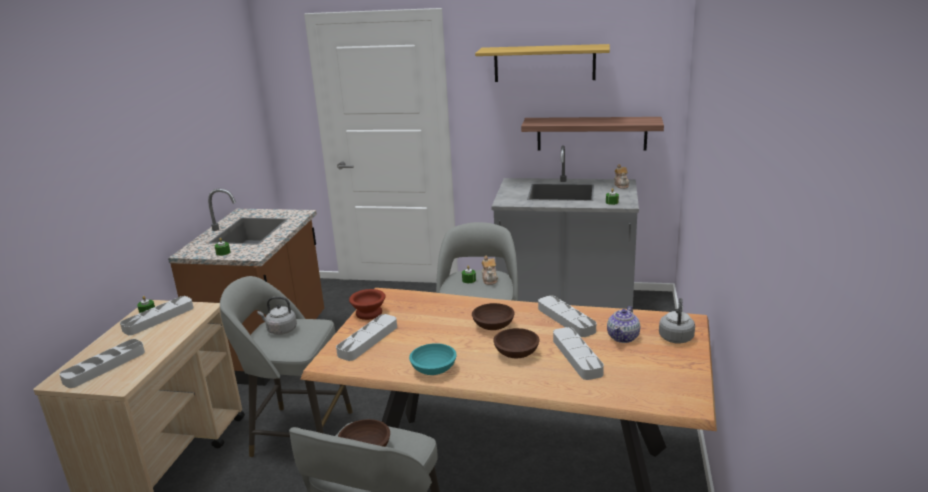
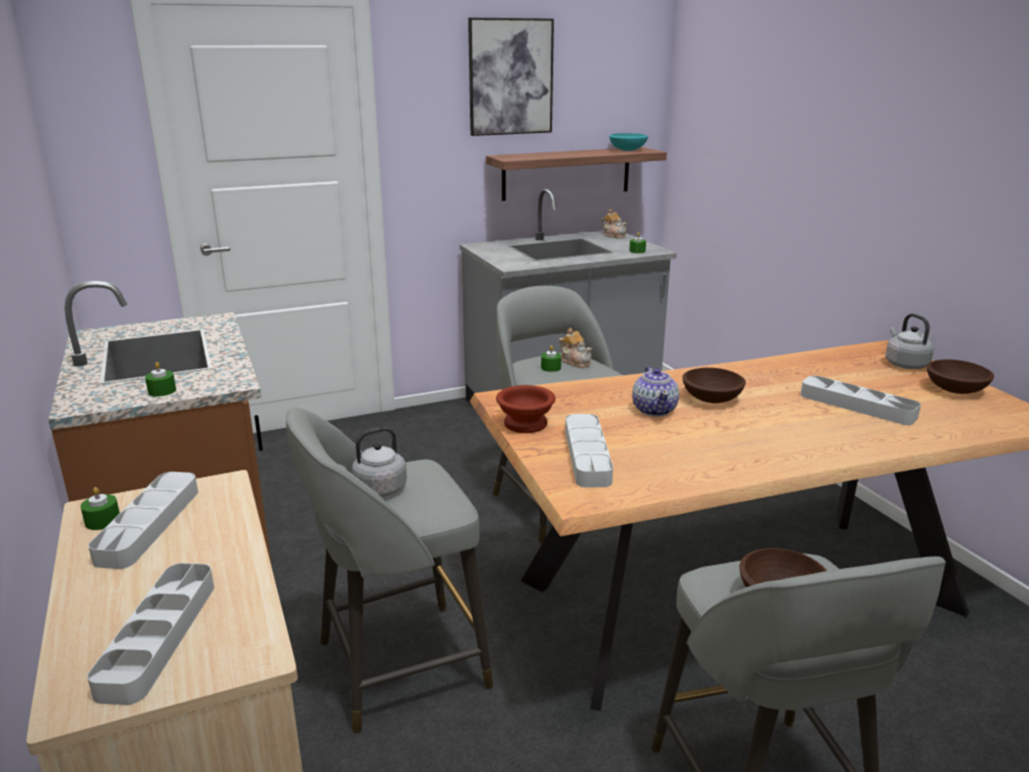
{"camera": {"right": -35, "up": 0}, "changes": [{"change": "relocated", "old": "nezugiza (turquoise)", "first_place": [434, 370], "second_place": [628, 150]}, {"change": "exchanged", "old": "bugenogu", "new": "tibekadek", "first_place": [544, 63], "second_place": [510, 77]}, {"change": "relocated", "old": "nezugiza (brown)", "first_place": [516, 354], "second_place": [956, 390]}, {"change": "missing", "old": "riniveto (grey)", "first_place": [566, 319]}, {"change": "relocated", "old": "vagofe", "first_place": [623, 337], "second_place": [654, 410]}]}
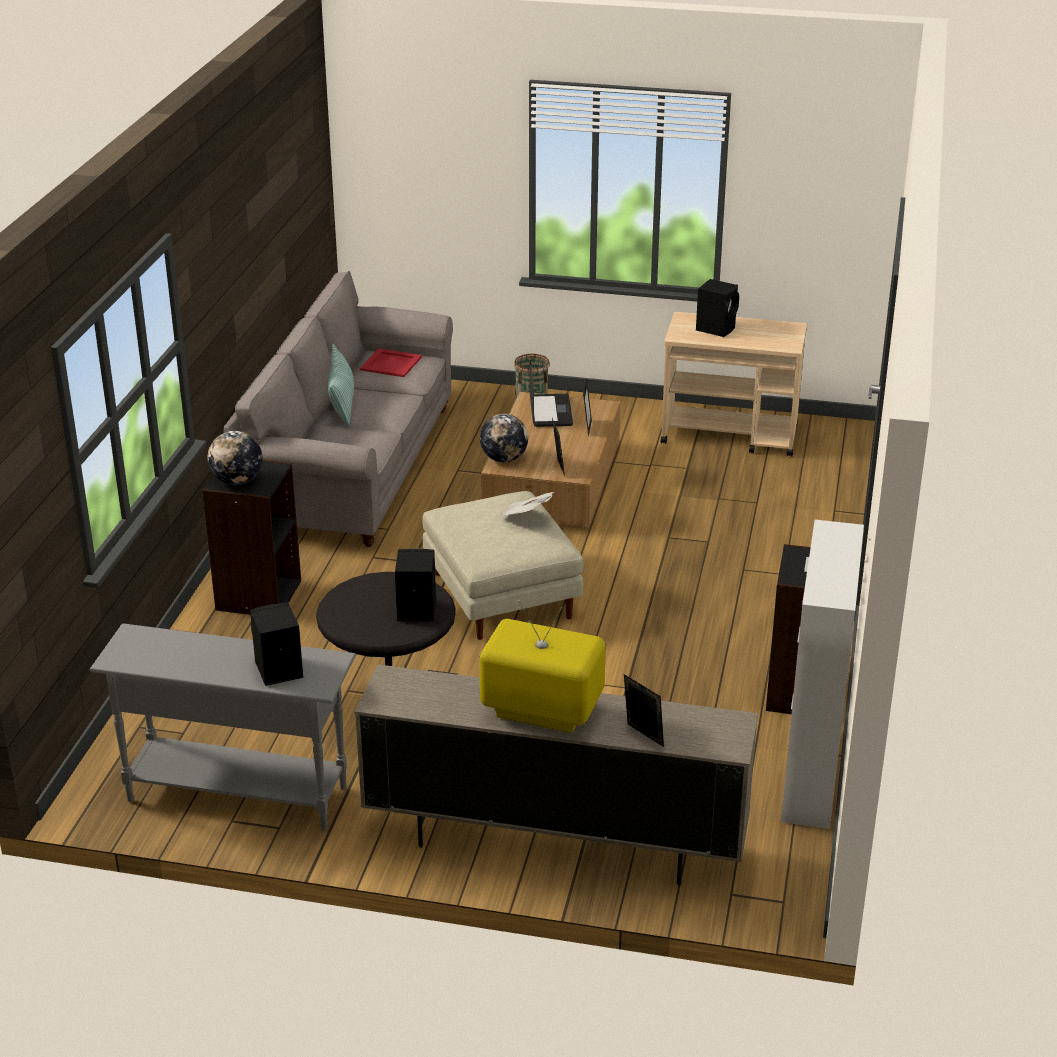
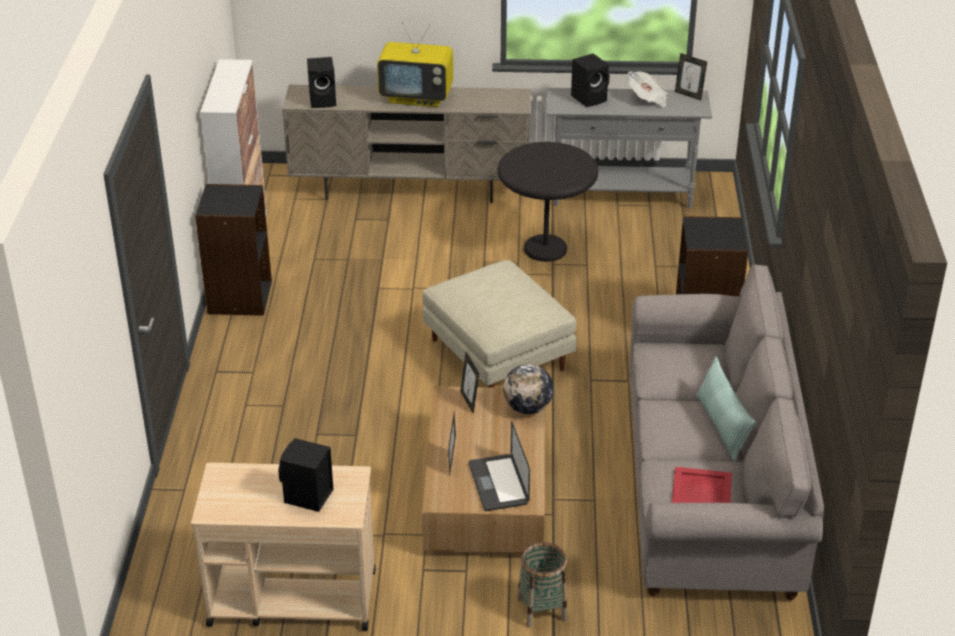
{"camera": {"right": 170, "up": 5}, "changes": [{"change": "missing", "old": "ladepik", "first_place": [237, 481]}, {"change": "relocated", "old": "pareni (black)", "first_place": [414, 610], "second_place": [324, 100]}, {"change": "relocated", "old": "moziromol", "first_place": [526, 517], "second_place": [647, 99]}, {"change": "relocated", "old": "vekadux", "first_place": [642, 737], "second_place": [689, 95]}]}
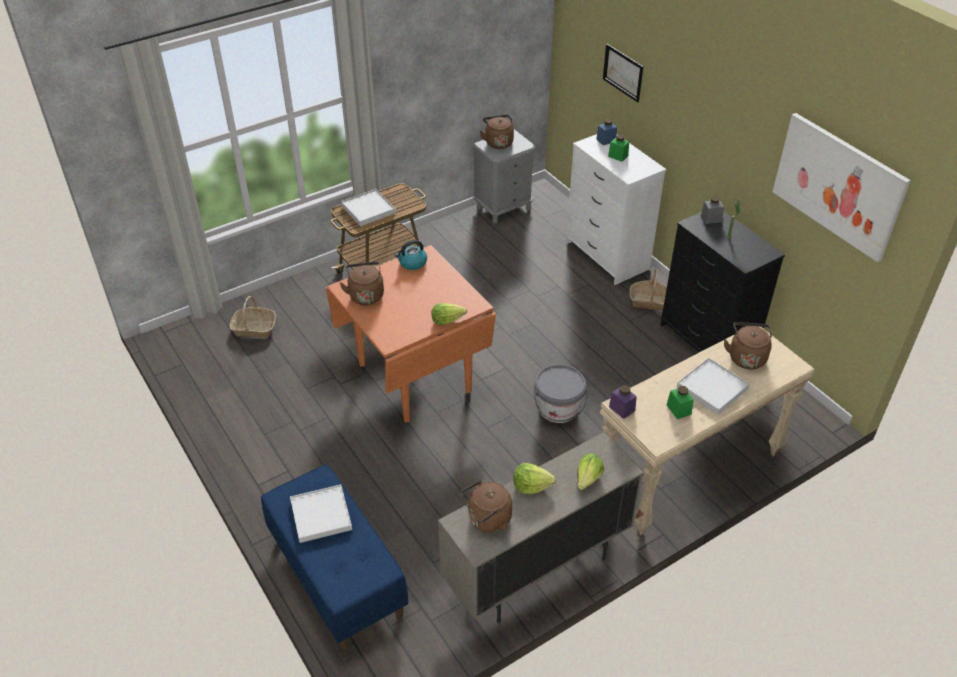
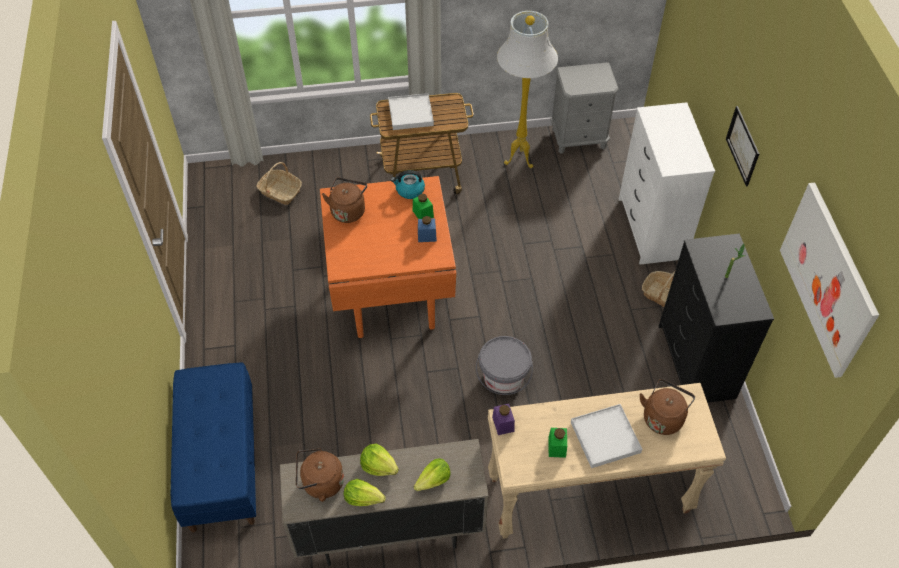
{"camera": {"right": 25, "up": 10}, "changes": [{"change": "missing", "old": "riniveto (white)", "first_place": [321, 515]}, {"change": "relocated", "old": "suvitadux", "first_place": [447, 319], "second_place": [363, 497]}, {"change": "missing", "old": "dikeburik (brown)", "first_place": [498, 142]}, {"change": "relocated", "old": "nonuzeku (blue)", "first_place": [606, 140], "second_place": [427, 236]}, {"change": "relocated", "old": "tibekadek", "first_place": [623, 72], "second_place": [742, 146]}, {"change": "relocated", "old": "nonuzeku (green)", "first_place": [618, 156], "second_place": [423, 214]}, {"change": "missing", "old": "nonuzeku (grey)", "first_place": [711, 218]}, {"change": "appeared", "new": "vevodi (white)", "second_place": [518, 160]}]}
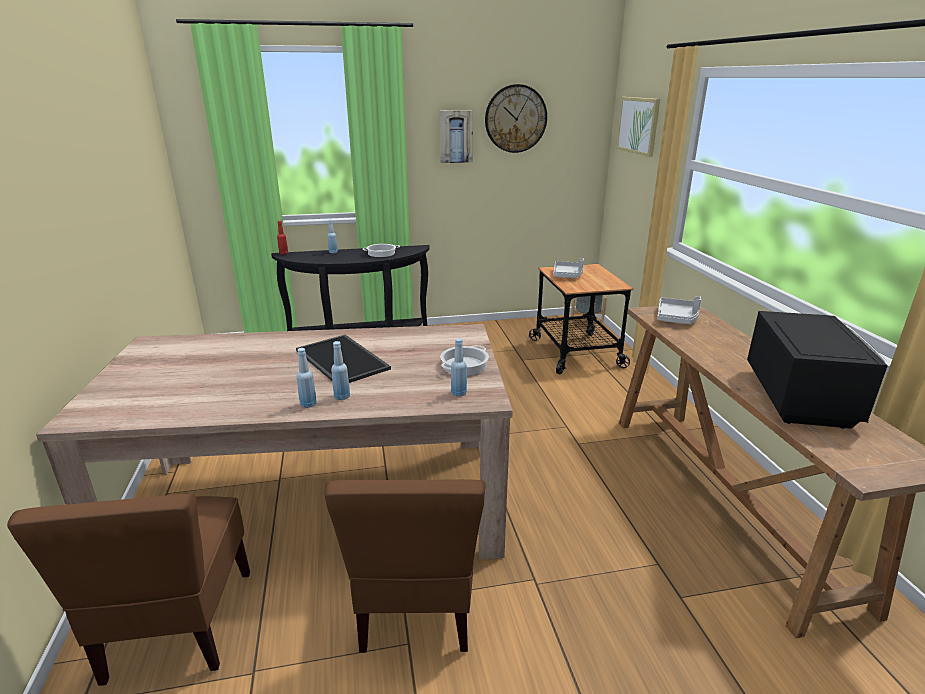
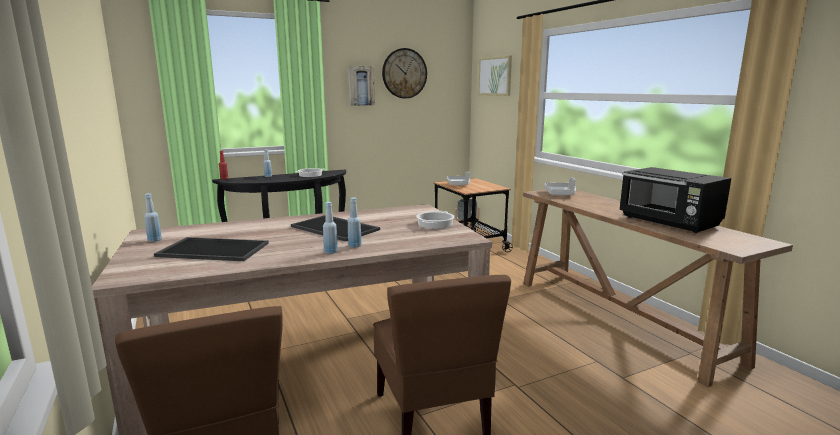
{"camera": {"right": -15, "up": -10}, "changes": [{"change": "relocated", "old": "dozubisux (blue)", "first_place": [458, 393], "second_place": [154, 240]}, {"change": "spun", "old": "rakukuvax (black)", "first_place": [799, 398], "second_place": [669, 222], "degrees": 150}, {"change": "appeared", "new": "riniveto", "second_place": [212, 250]}]}
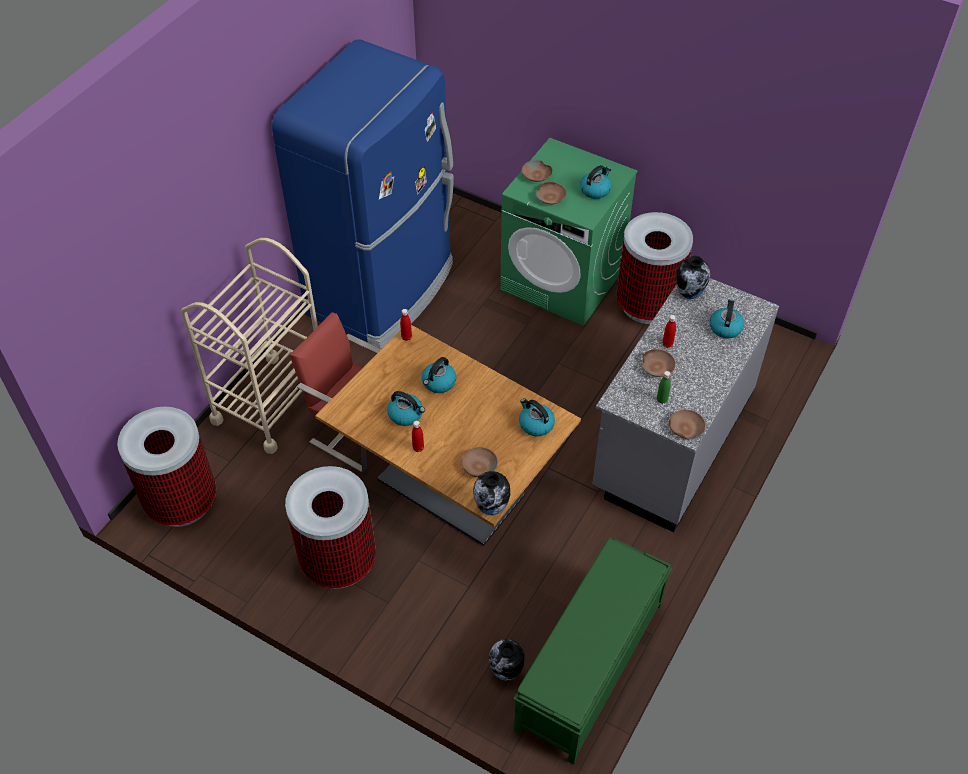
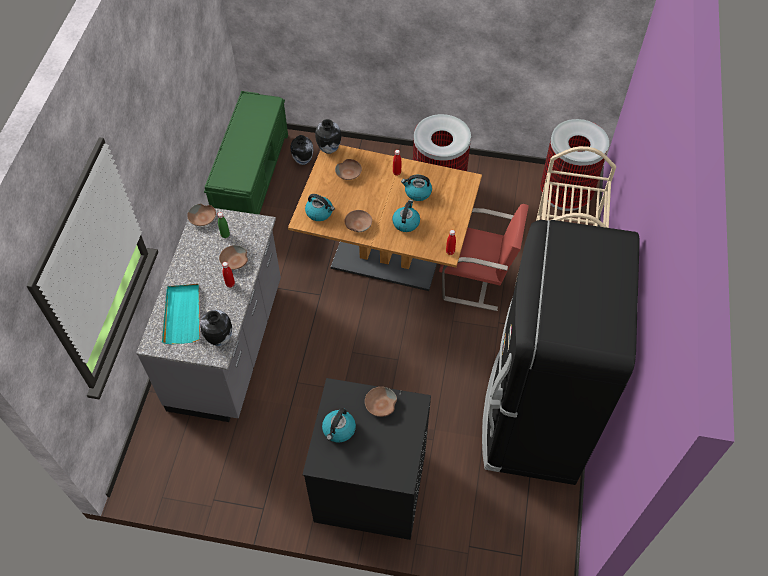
{"camera": {"right": 160, "up": 5}, "changes": [{"change": "colour", "old": "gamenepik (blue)", "new": "gamenepik (black)", "first_place": [383, 290], "second_place": [532, 417]}, {"change": "colour", "old": "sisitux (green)", "new": "sisitux (black)", "first_place": [563, 280], "second_place": [369, 487]}, {"change": "relocated", "old": "nezugiza (brown)", "first_place": [537, 176], "second_place": [358, 224]}, {"change": "missing", "old": "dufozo", "first_place": [647, 304]}, {"change": "exchanged", "old": "dikeburik", "new": "riniveto (turquoise)", "first_place": [725, 327], "second_place": [183, 315]}]}
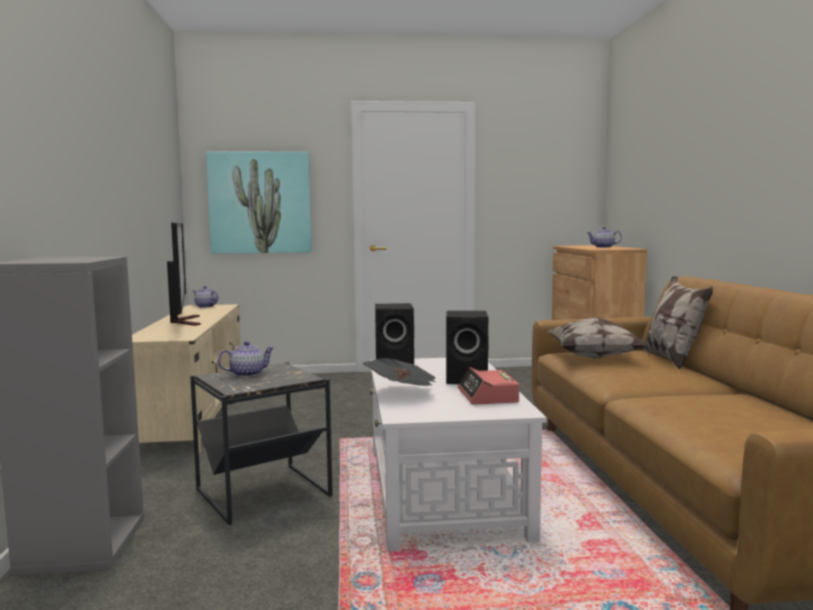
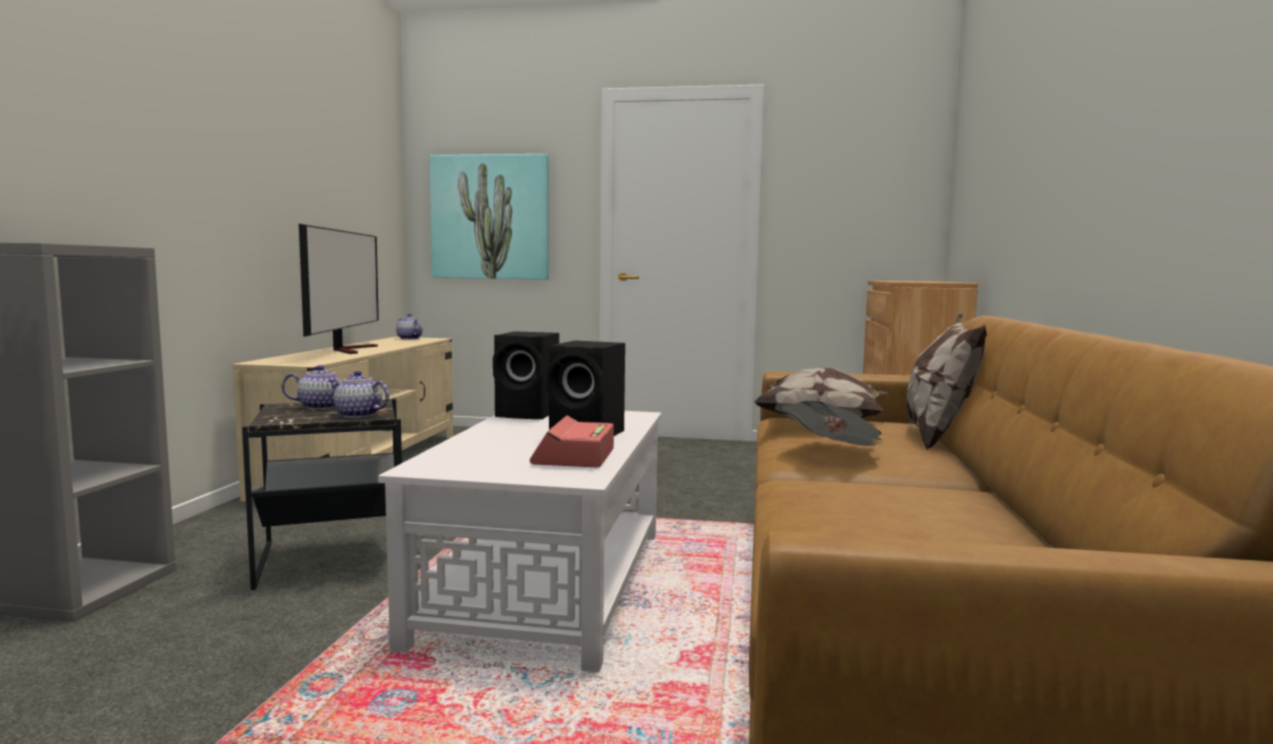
{"camera": {"right": 15, "up": 0}, "changes": [{"change": "relocated", "old": "moziromol", "first_place": [403, 393], "second_place": [834, 452]}, {"change": "relocated", "old": "vagofe", "first_place": [603, 247], "second_place": [357, 415]}]}
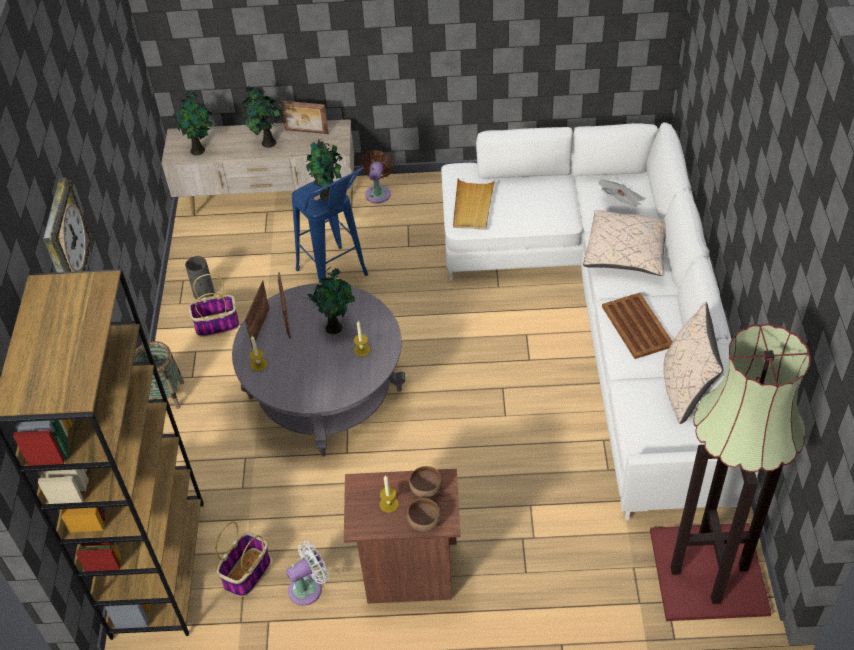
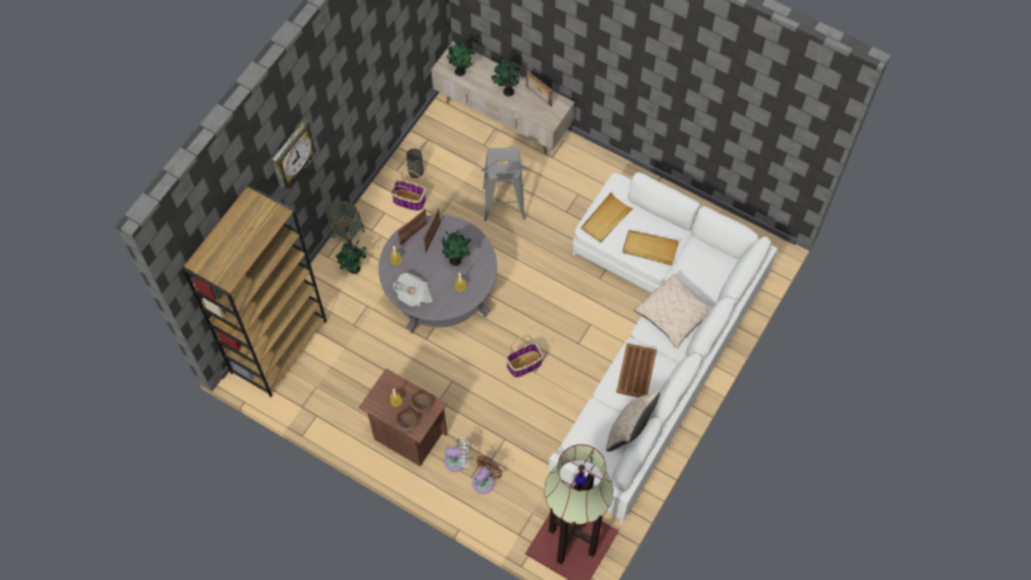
{"camera": {"right": 30, "up": 15}, "changes": [{"change": "relocated", "old": "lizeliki", "first_place": [247, 573], "second_place": [524, 365]}, {"change": "relocated", "old": "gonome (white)", "first_place": [308, 587], "second_place": [458, 461]}, {"change": "colour", "old": "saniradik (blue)", "new": "saniradik (grey)", "first_place": [338, 279], "second_place": [504, 210]}, {"change": "relocated", "old": "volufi", "first_place": [328, 196], "second_place": [354, 270]}, {"change": "relocated", "old": "gonome (brown)", "first_place": [378, 192], "second_place": [485, 481]}, {"change": "relocated", "old": "moziromol", "first_place": [621, 202], "second_place": [414, 295]}, {"change": "appeared", "new": "riniveto (beige)", "second_place": [649, 248]}]}
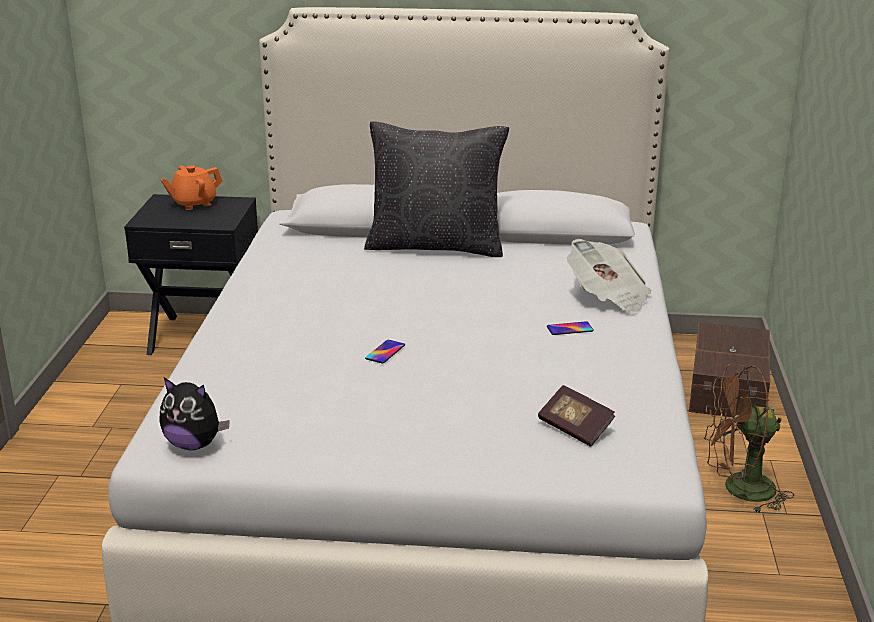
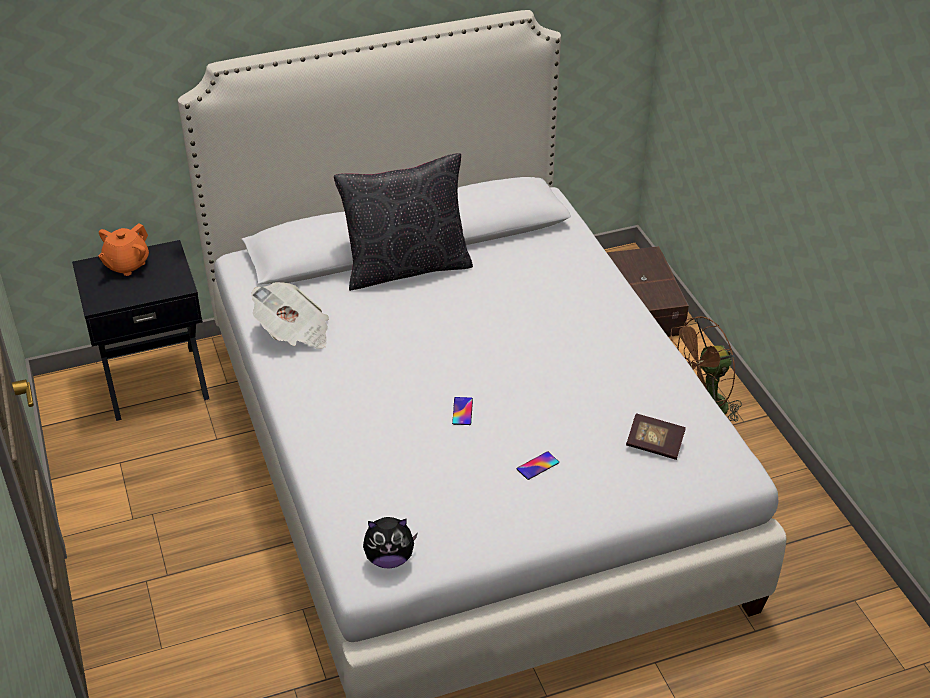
{"camera": {"right": -25, "up": 15}, "changes": [{"change": "relocated", "old": "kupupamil", "first_place": [570, 329], "second_place": [537, 466]}, {"change": "relocated", "old": "moziromol", "first_place": [608, 297], "second_place": [294, 332]}]}
